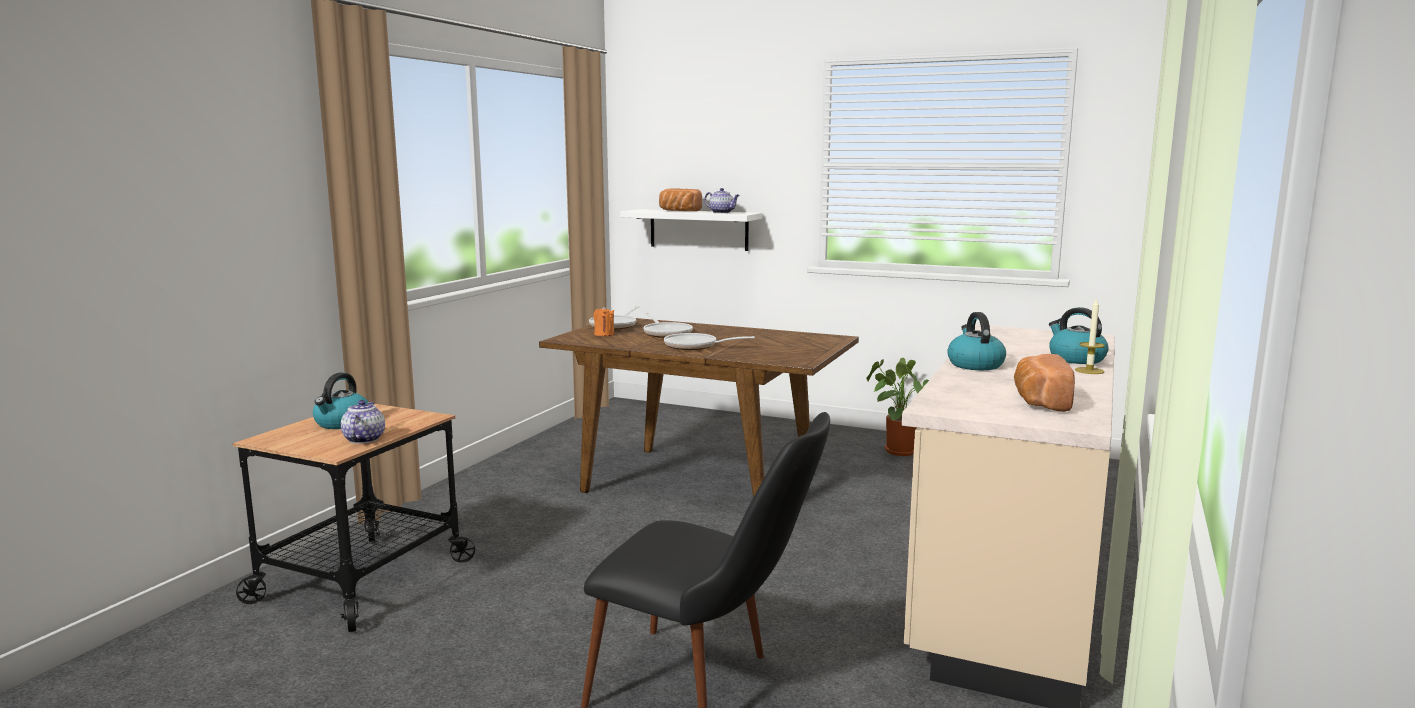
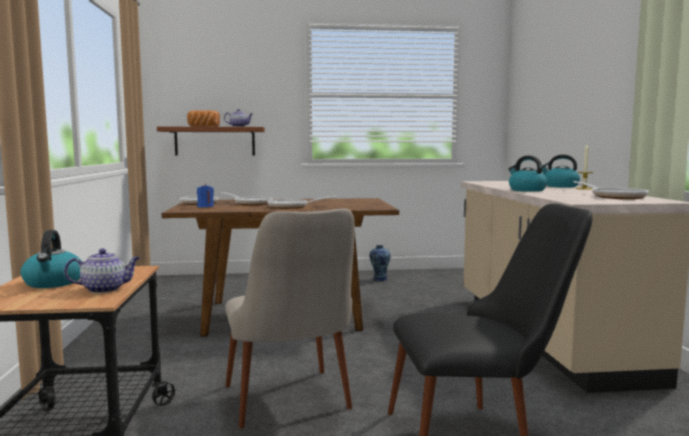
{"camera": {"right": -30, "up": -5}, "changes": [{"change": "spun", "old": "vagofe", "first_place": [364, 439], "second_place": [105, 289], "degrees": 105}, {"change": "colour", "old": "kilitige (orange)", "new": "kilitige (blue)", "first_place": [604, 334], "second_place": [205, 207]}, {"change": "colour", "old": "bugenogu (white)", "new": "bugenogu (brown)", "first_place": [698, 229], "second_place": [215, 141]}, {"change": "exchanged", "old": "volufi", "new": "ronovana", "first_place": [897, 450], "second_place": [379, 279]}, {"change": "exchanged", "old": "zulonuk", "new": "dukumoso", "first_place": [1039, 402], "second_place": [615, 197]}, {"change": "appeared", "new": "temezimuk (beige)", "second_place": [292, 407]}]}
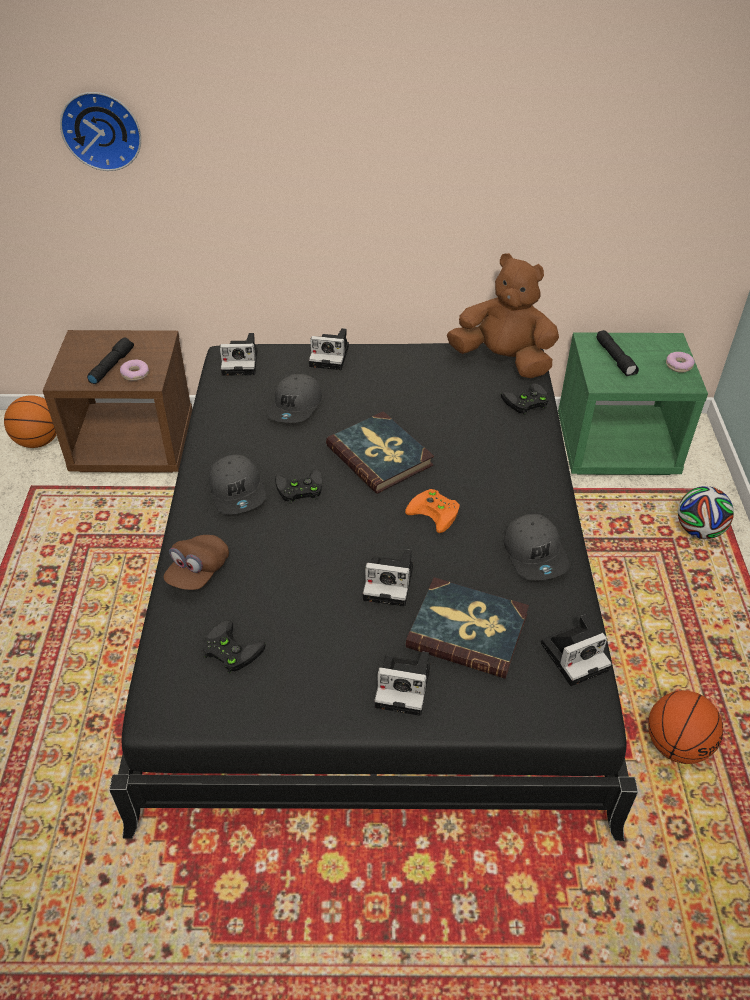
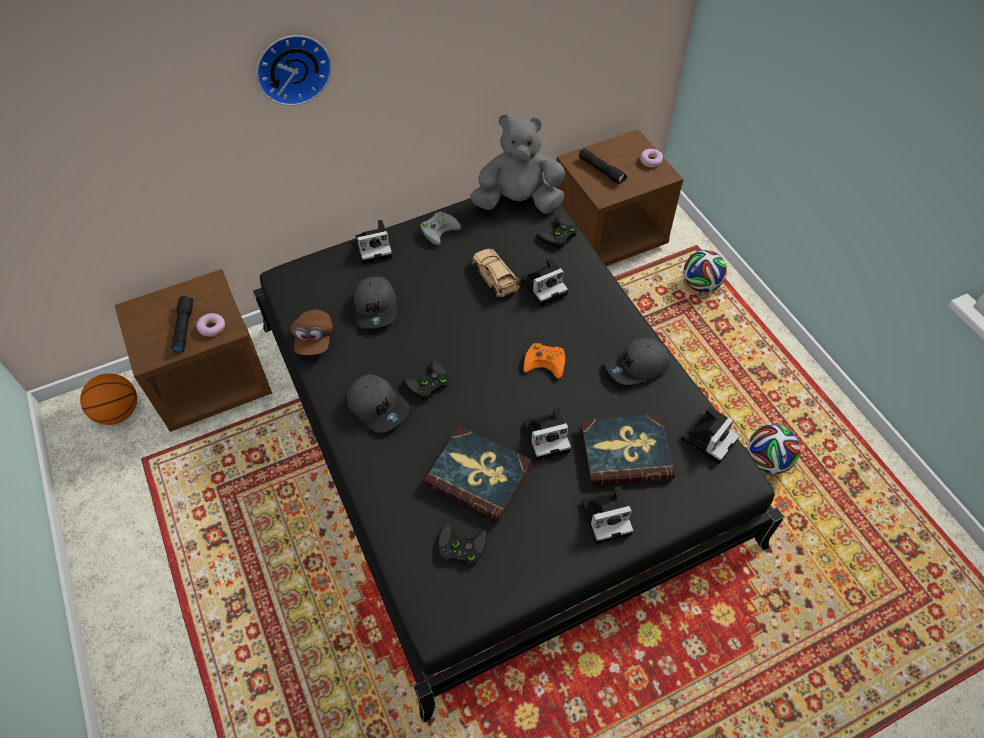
{"camera": {"right": -25, "up": 10}, "changes": [{"change": "relocated", "old": "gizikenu", "first_place": [102, 129], "second_place": [292, 67]}, {"change": "relocated", "old": "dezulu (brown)", "first_place": [198, 572], "second_place": [314, 340]}, {"change": "relocated", "old": "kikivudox", "first_place": [242, 362], "second_place": [545, 286]}, {"change": "relocated", "old": "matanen", "first_place": [380, 455], "second_place": [478, 475]}, {"change": "colour", "old": "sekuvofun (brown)", "new": "sekuvofun (grey)", "first_place": [503, 360], "second_place": [518, 202]}, {"change": "spun", "old": "dezulu (grey)", "first_place": [535, 554], "second_place": [637, 367], "degrees": 105}, {"change": "colour", "old": "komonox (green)", "new": "komonox (brown)", "first_place": [616, 447], "second_place": [609, 235]}, {"change": "exchanged", "old": "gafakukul", "new": "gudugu", "first_place": [676, 744], "second_place": [766, 460]}, {"change": "appeared", "new": "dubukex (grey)", "second_place": [439, 228]}, {"change": "appeared", "new": "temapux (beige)", "second_place": [495, 276]}]}
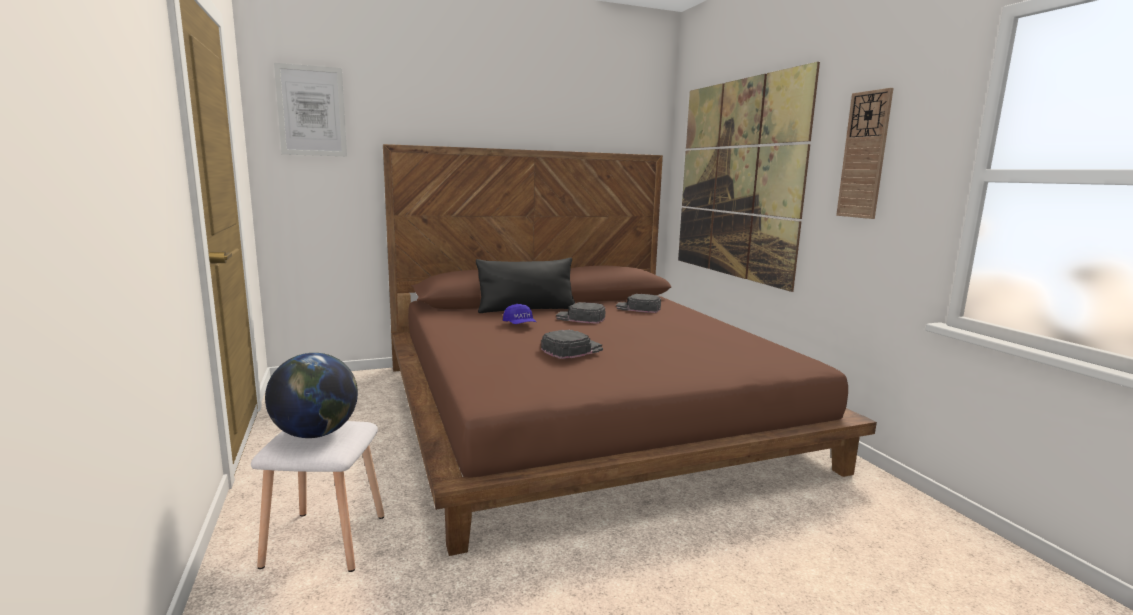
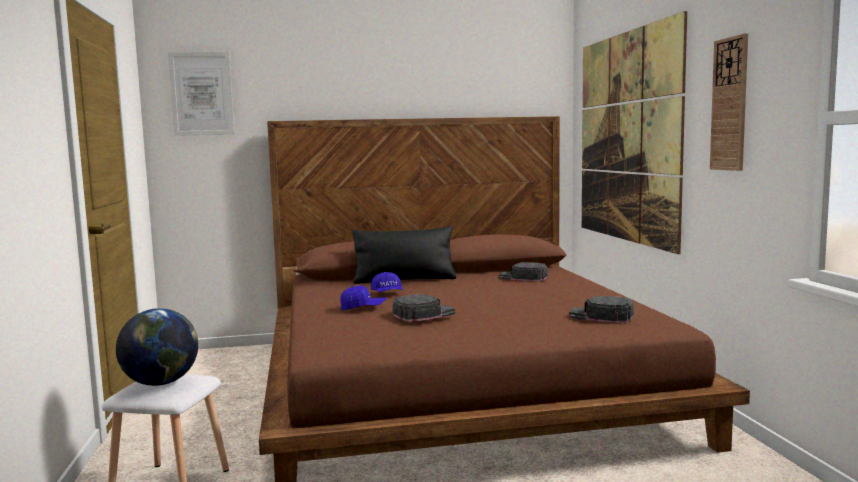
{"camera": {"right": 10, "up": -5}, "changes": [{"change": "relocated", "old": "dezulu (black)", "first_place": [580, 318], "second_place": [601, 316]}, {"change": "appeared", "new": "dezulu (blue)", "second_place": [363, 308]}]}
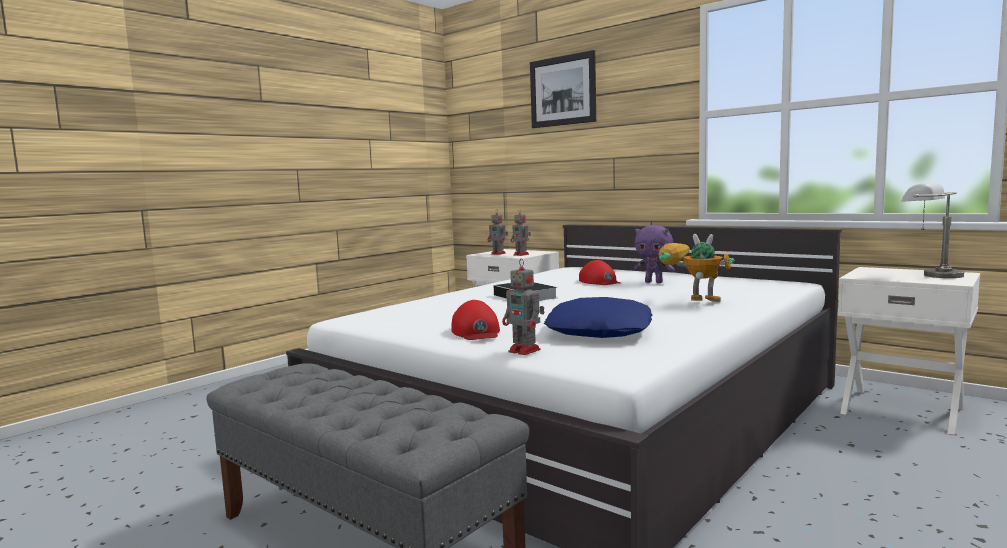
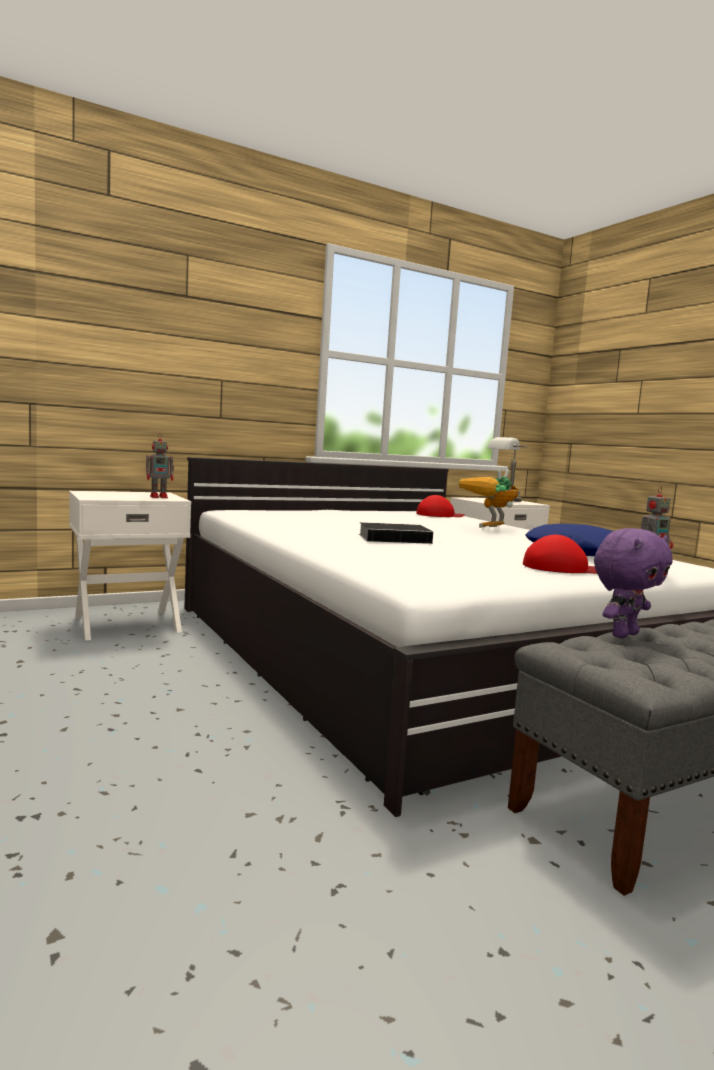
{"camera": {"right": -70, "up": 0}, "changes": [{"change": "missing", "old": "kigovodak", "first_place": [498, 254]}, {"change": "missing", "old": "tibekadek", "first_place": [562, 91]}, {"change": "relocated", "old": "dezulu (red)", "first_place": [600, 281], "second_place": [439, 515]}, {"change": "relocated", "old": "sekuvofun (purple)", "first_place": [654, 282], "second_place": [623, 634]}]}
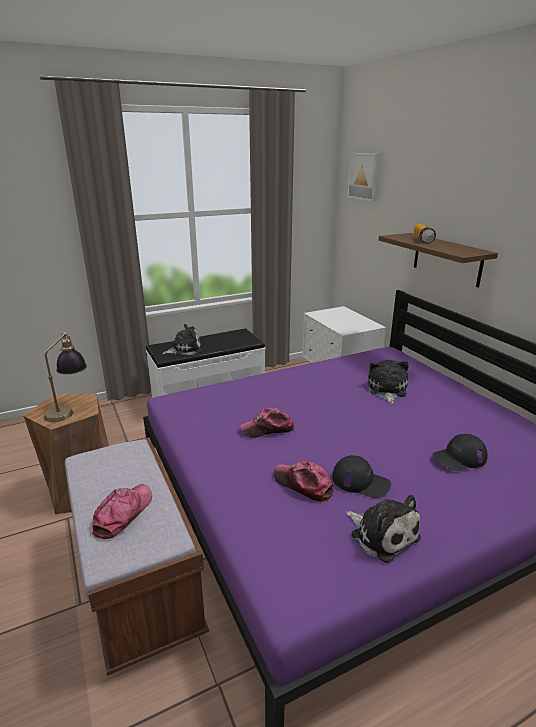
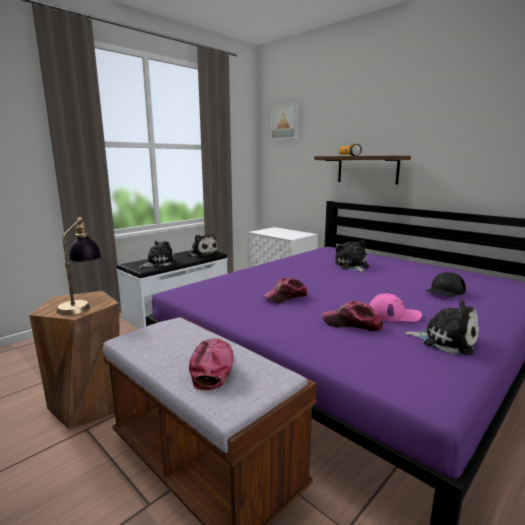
{"camera": {"right": -20, "up": -10}, "changes": [{"change": "colour", "old": "dezulu (black)", "new": "dezulu (pink)", "first_place": [360, 481], "second_place": [393, 314]}, {"change": "appeared", "new": "sekuvofun", "second_place": [202, 253]}]}
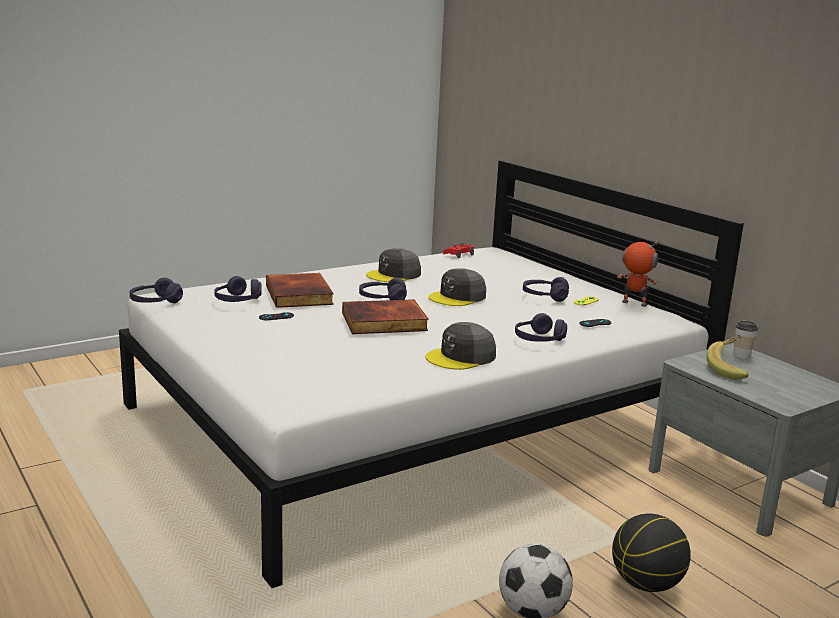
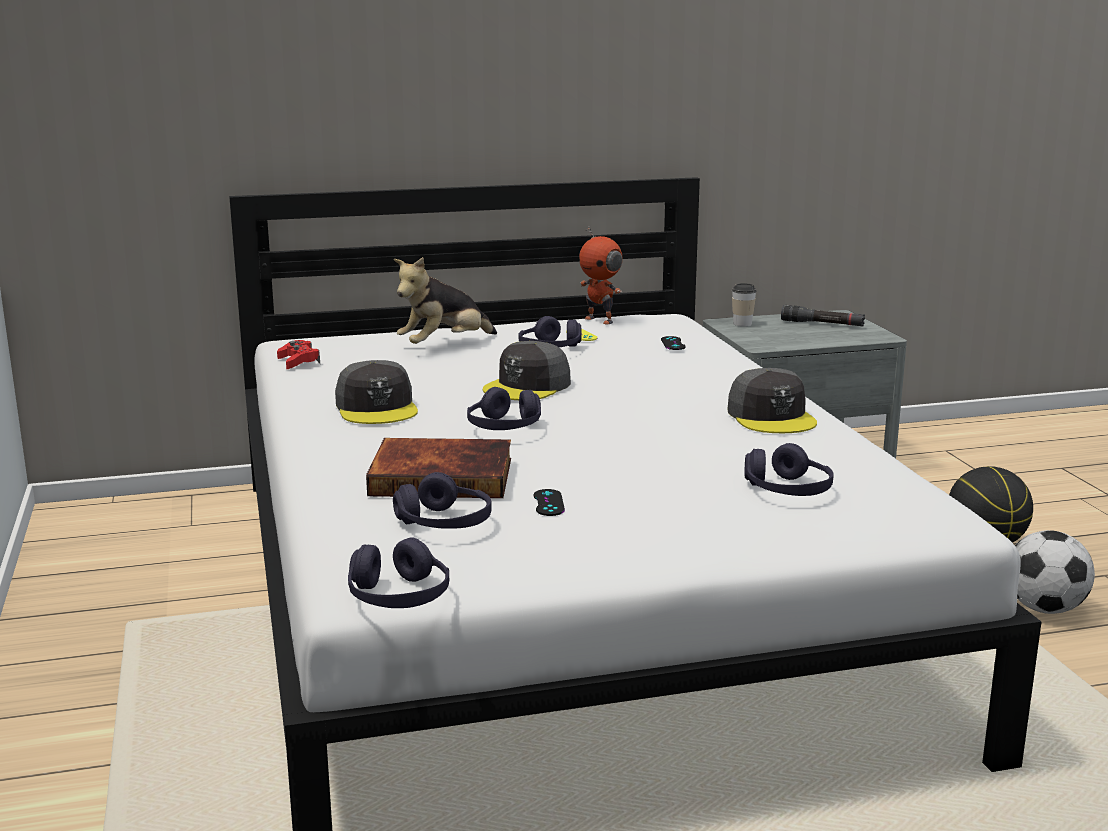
{"camera": {"right": -70, "up": 0}, "changes": [{"change": "missing", "old": "matanen", "first_place": [383, 322]}, {"change": "spun", "old": "dezulu (grey)", "first_place": [458, 297], "second_place": [528, 386], "degrees": 60}, {"change": "relocated", "old": "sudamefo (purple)", "first_place": [539, 340], "second_place": [787, 490]}, {"change": "spun", "old": "kigovodak", "first_place": [634, 304], "second_place": [600, 320], "degrees": -90}, {"change": "missing", "old": "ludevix", "first_place": [731, 369]}, {"change": "appeared", "new": "sekuvofun", "second_place": [444, 345]}, {"change": "appeared", "new": "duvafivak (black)", "second_place": [822, 324]}]}
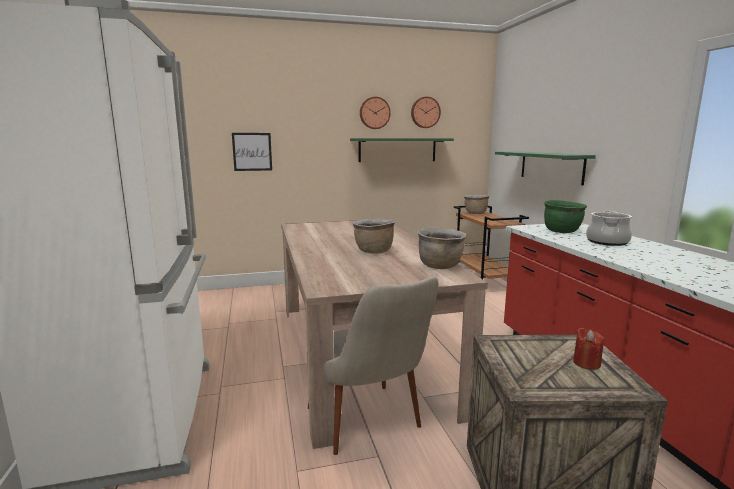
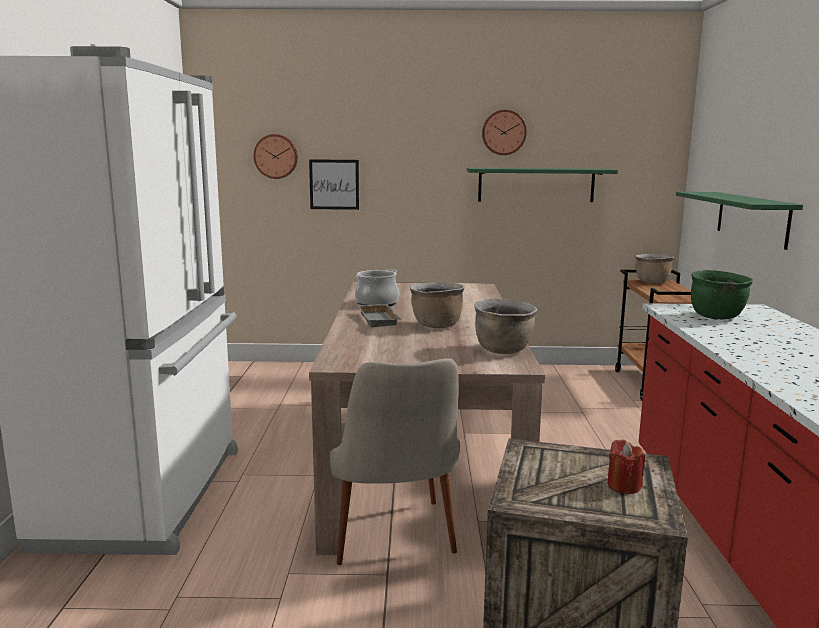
{"camera": {"right": 15, "up": 0}, "changes": [{"change": "relocated", "old": "gizikenu", "first_place": [425, 112], "second_place": [276, 156]}, {"change": "relocated", "old": "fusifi", "first_place": [607, 242], "second_place": [376, 303]}, {"change": "appeared", "new": "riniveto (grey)", "second_place": [380, 320]}]}
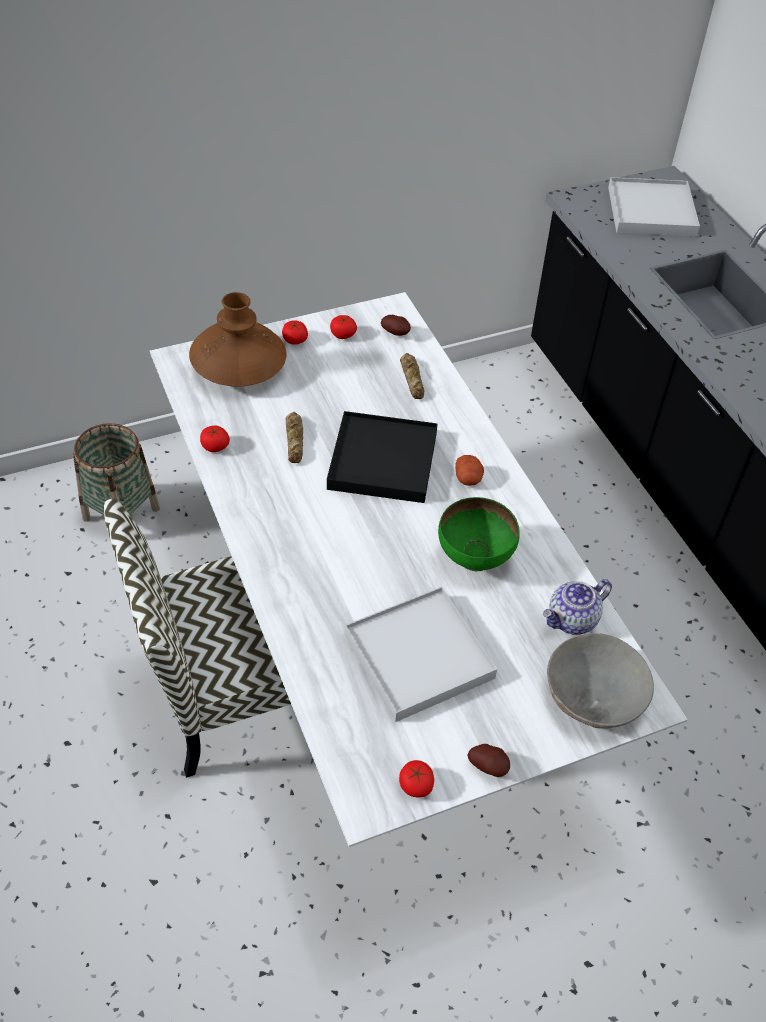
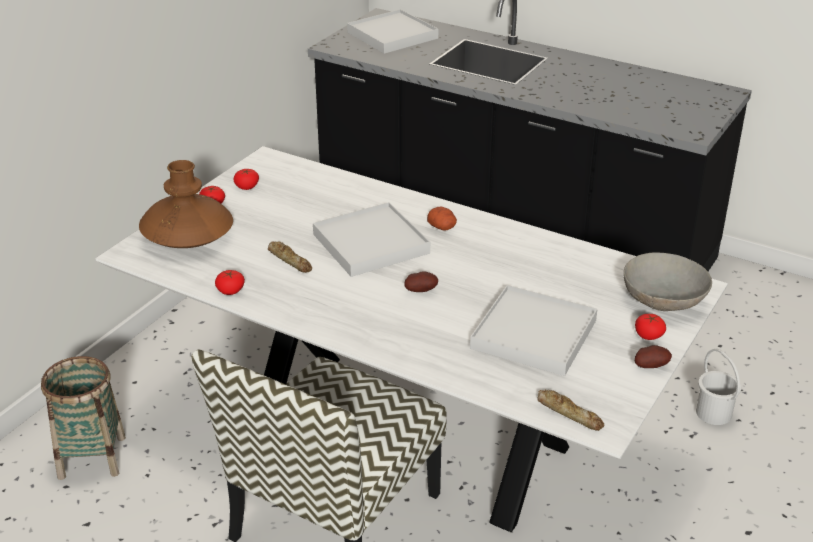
{"camera": {"right": -35, "up": -15}, "changes": [{"change": "colour", "old": "riniveto (black)", "new": "riniveto (white)", "first_place": [382, 461], "second_place": [370, 244]}, {"change": "relocated", "old": "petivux", "first_place": [396, 333], "second_place": [421, 290]}, {"change": "relocated", "old": "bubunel", "first_place": [415, 785], "second_place": [648, 335]}, {"change": "relocated", "old": "zulonuk", "first_place": [412, 379], "second_place": [569, 413]}, {"change": "missing", "old": "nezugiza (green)", "first_place": [474, 557]}, {"change": "missing", "old": "vagofe", "first_place": [572, 620]}, {"change": "appeared", "new": "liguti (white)", "second_place": [714, 413]}]}
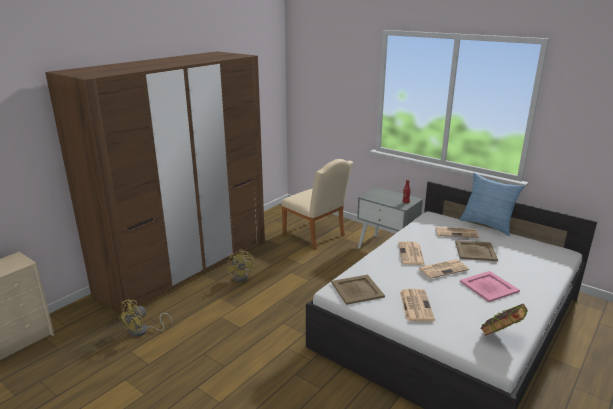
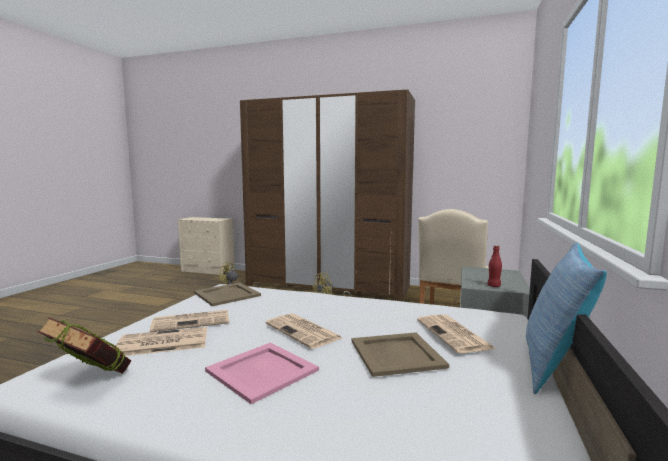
{"camera": {"right": 70, "up": -15}, "changes": [{"change": "relocated", "old": "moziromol", "first_place": [411, 254], "second_place": [161, 343]}]}
